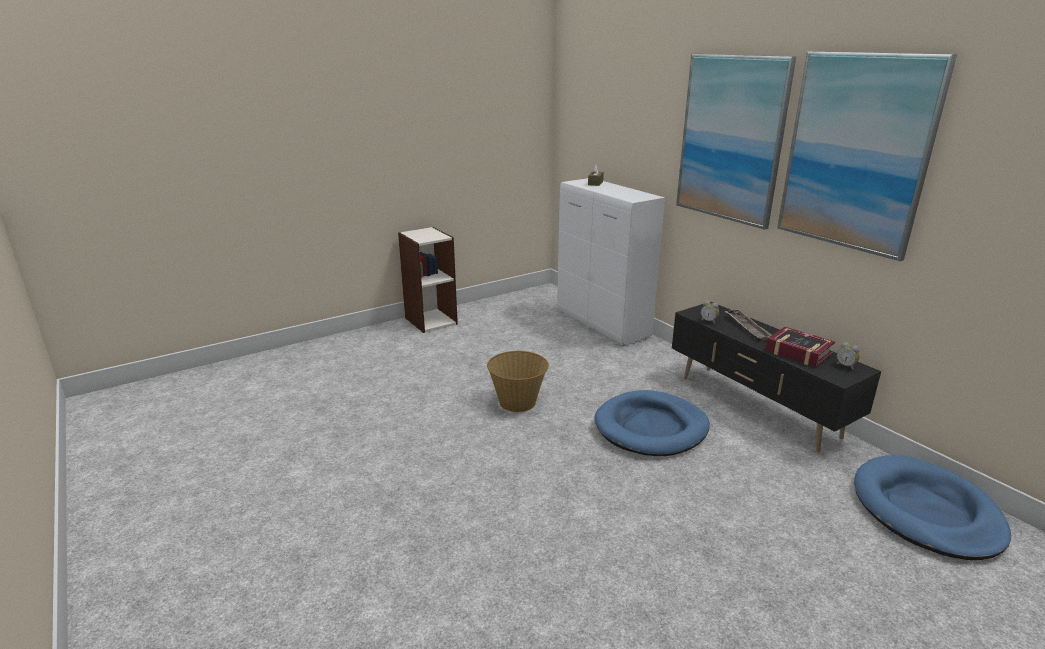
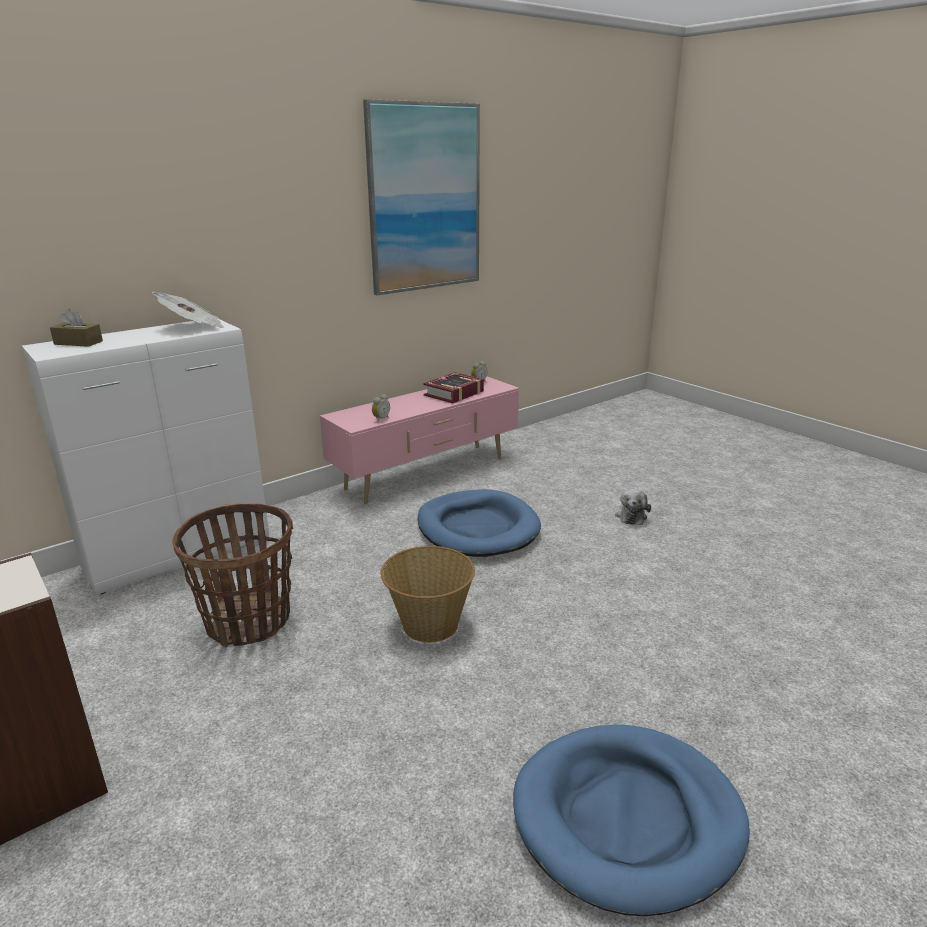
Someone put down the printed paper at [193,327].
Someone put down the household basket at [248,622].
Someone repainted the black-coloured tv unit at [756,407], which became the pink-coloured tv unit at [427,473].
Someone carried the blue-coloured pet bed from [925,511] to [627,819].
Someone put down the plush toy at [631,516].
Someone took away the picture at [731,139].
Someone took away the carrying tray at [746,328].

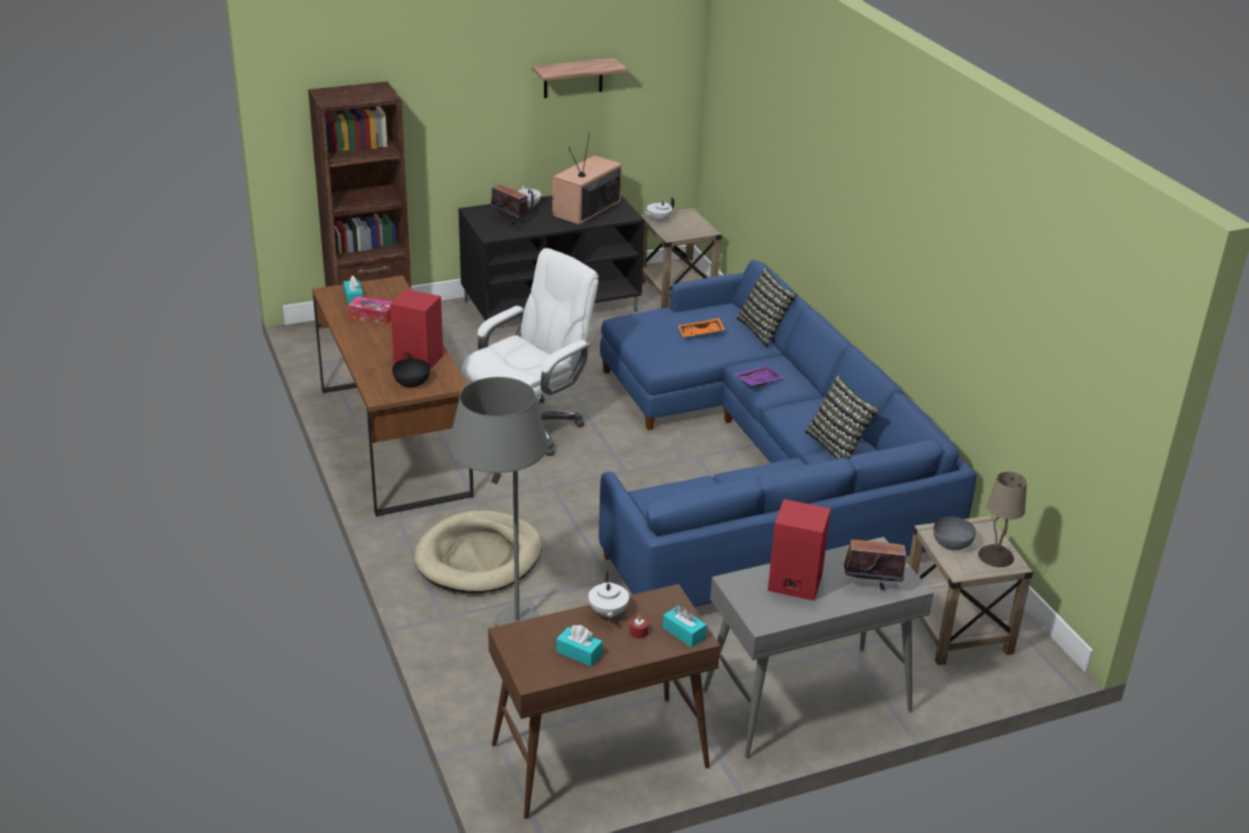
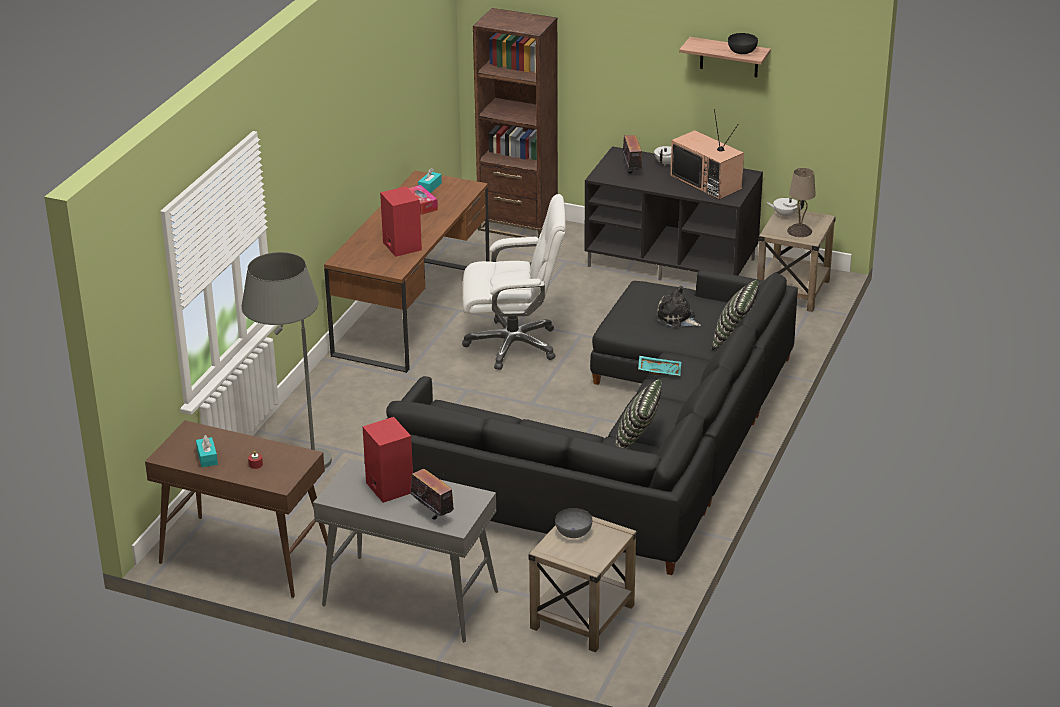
Someone repainted the blue-coloured settee at [760,470], which became the black-coloured settee at [628,448].
Someone repainted the purple carrying tray at [757,381], which became the turquoise carrying tray at [659,370].
Someone swapped the orangey carrying tray at [701,333] for the plush toy at [677,318].
Someone rotated the TV set at [587,209] by 120 degrees counterclockwise.
Someone carried the black-coloured bowl from [412,382] to [742,51].
Someone carried the sand-coloured lamp for a table from [996,555] to [800,231].
Someone took away the sand-coloured pet bed at [479,557].
Someone took away the white pot for tea at [607,613].
Someone took away the turquoise box of tissues at [684,633].

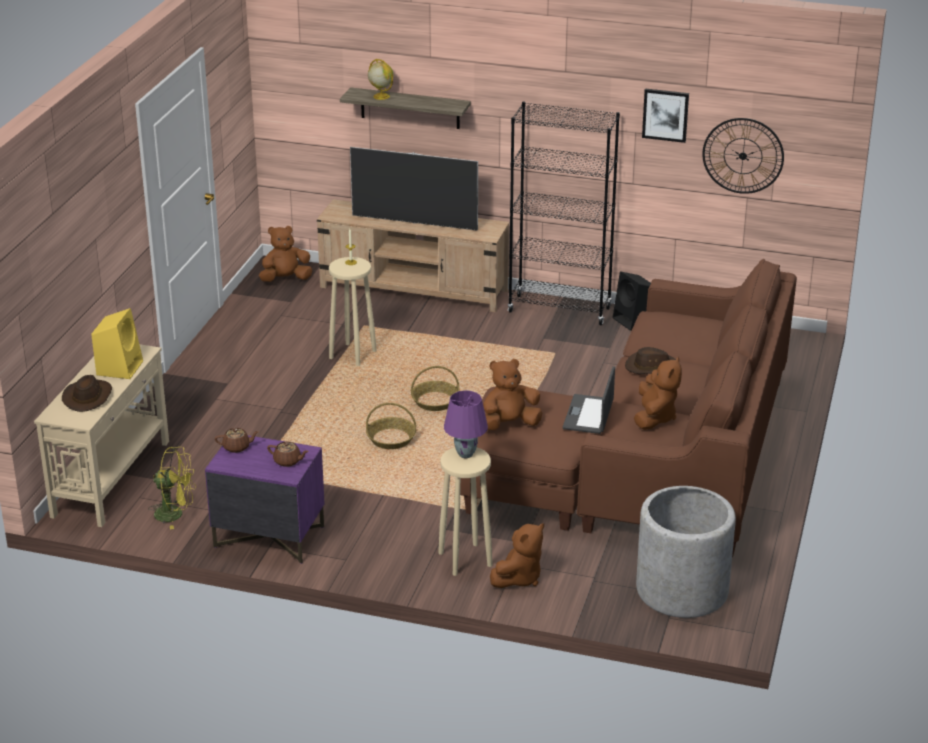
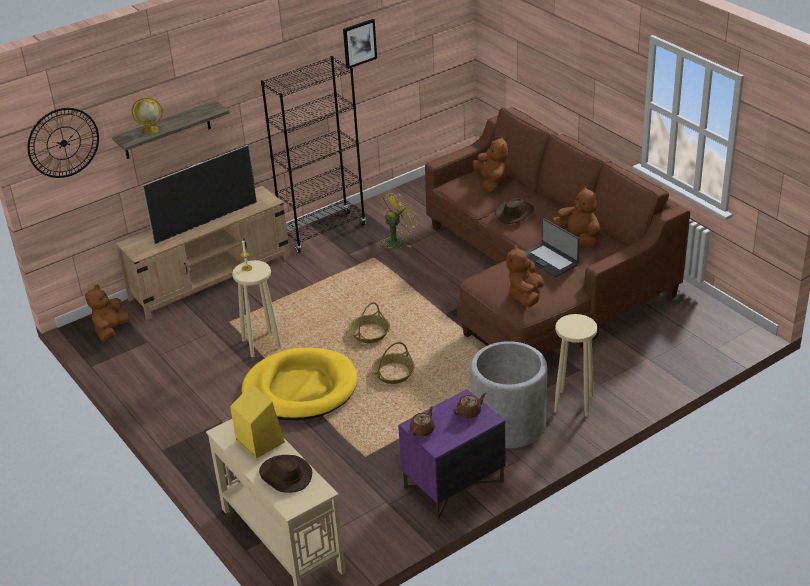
Someone carried the clock on the wall from [743,155] to [63,143].
Someone put down the yellow-coloured pet bed at [300,389].
Someone carried the yellow-coloured fan from [175,514] to [396,241].
Someone carried the gray plant pot from [682,590] to [509,424].
Someone carried the brown-coloured plush toy from [519,578] to [491,183].
Someone took away the purple lamp for a table at [466,454].
Someone took away the black-coloured speaker at [634,321].

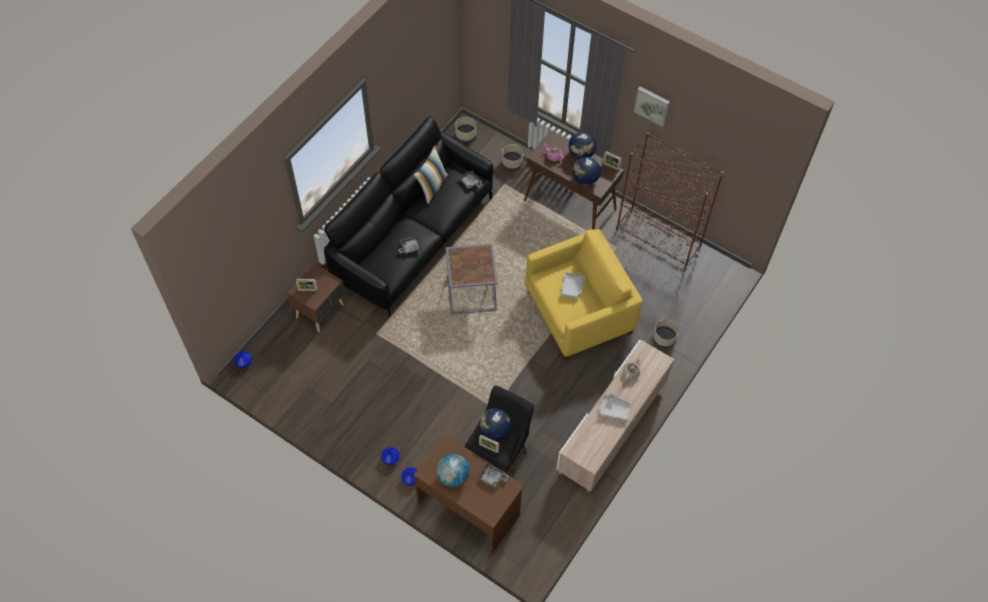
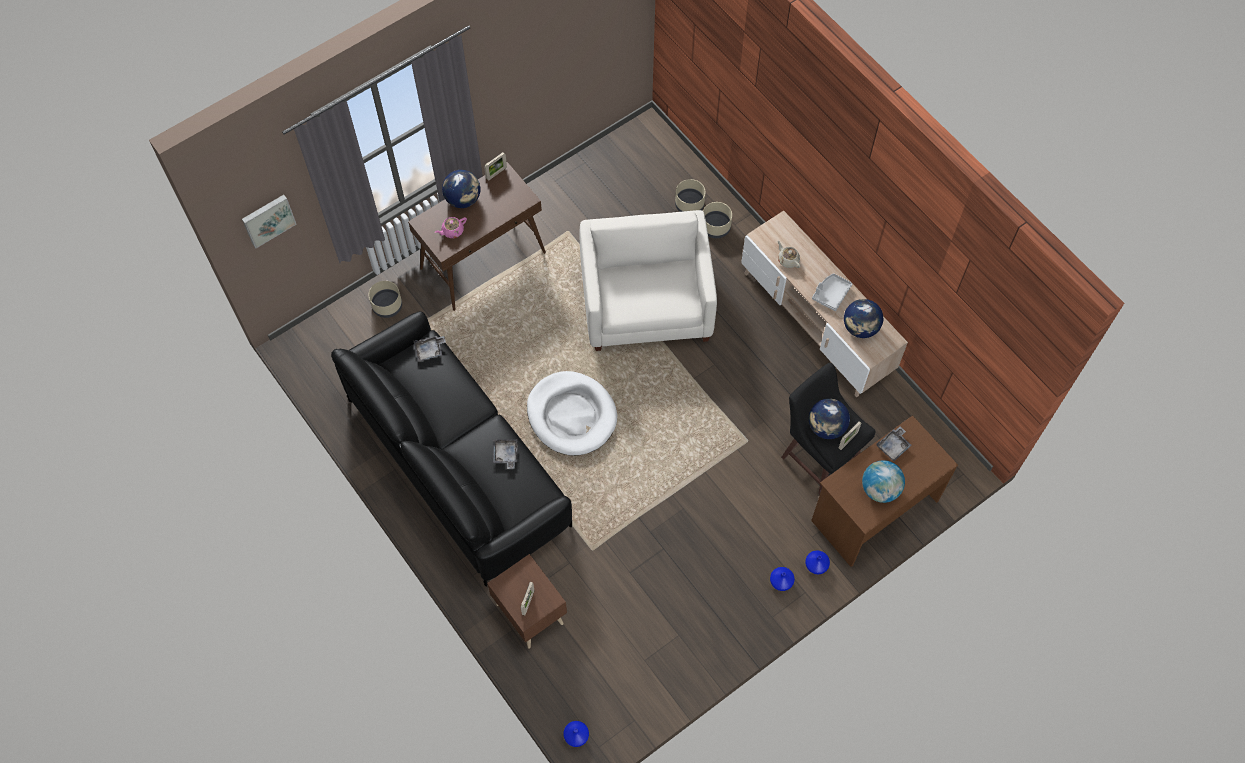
Someone carried the picture from [652,105] to [268,219].
Someone swapped the gray end table at [472,292] for the white pet bed at [571,415].
Someone repainted the yellow-coloured lounge chair at [578,312], which became the white lounge chair at [646,304].
Someone carried the sand-coloured plant pot from [466,136] to [689,204].
Someone carried the desk globe from [585,179] to [860,328].
Someone took away the cushion at [432,186].
Someone took away the gray carrying tray at [572,287].
Someone took away the brown-coloured bookcase at [658,238].

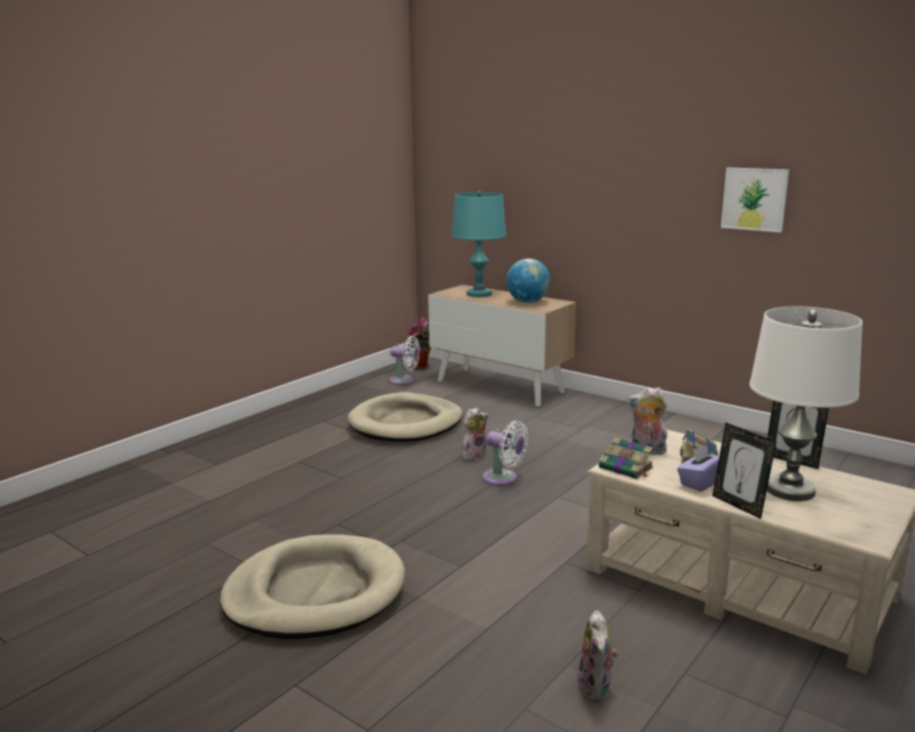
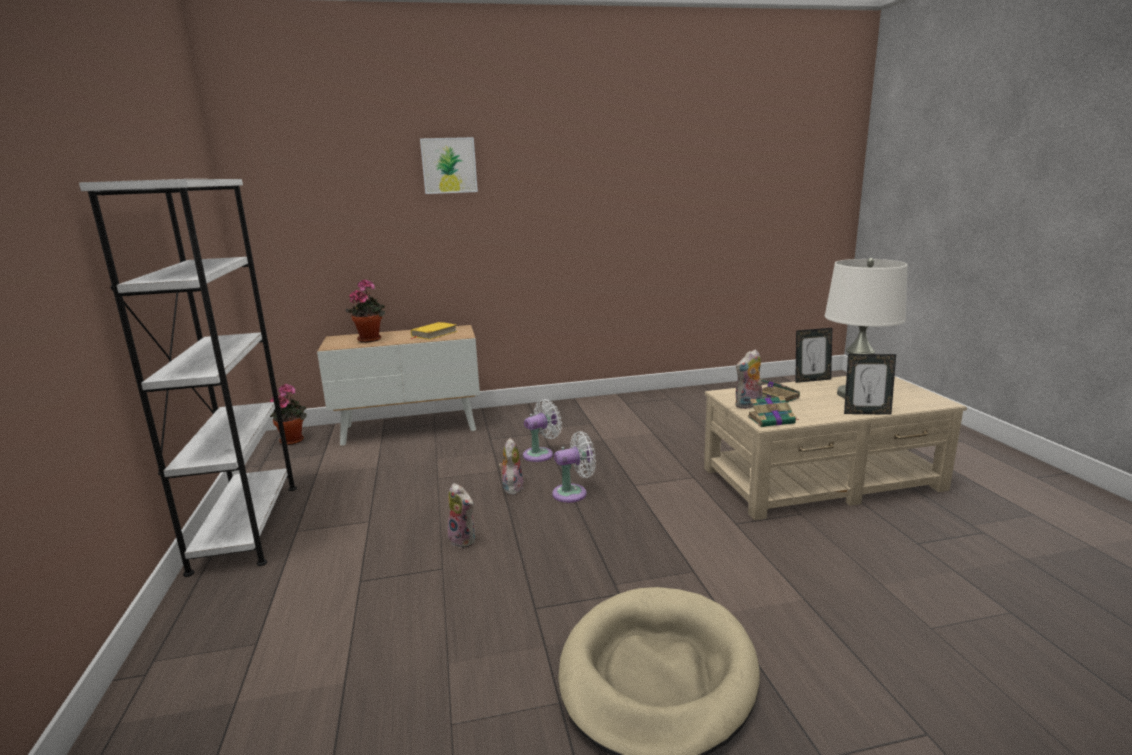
Someone put down the white bookcase at [246,526].
Someone swapped the turquoise lamp for a table at [479,294] for the plant in a pot at [371,339].
Someone swapped the desk globe at [527,302] for the yellow-coloured bound book at [434,334].
Someone carried the picture from [754,199] to [449,165].
Someone carried the plush toy from [596,689] to [464,540].
Someone carried the white fan from [404,381] to [541,454].
Someone took away the sand-coloured pet bed at [406,423].
Someone took away the purple box of tissues at [700,482].

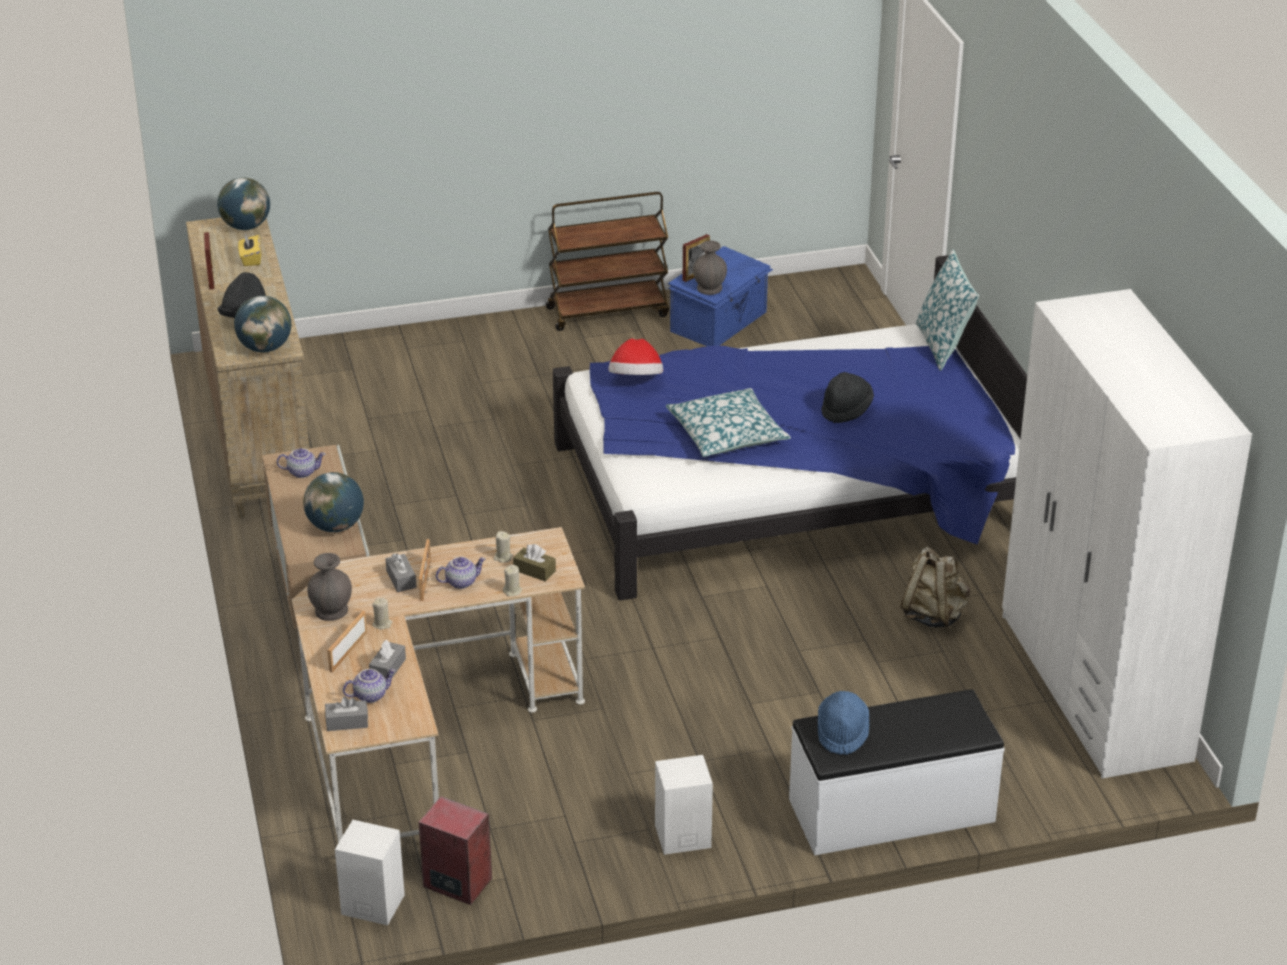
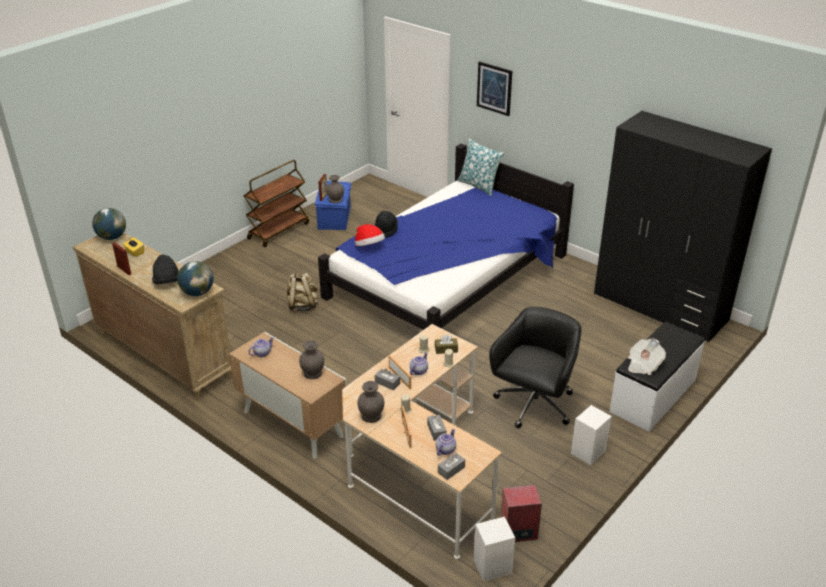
Someone carried the sand-coloured rucksack from [933,615] to [302,306].
Someone swapped the desk globe at [336,526] for the gray vase at [313,372].
Someone carried the black-coloured wearable hat from [846,410] to [386,230].
Someone put up the picture at [494,88].
Someone put down the black-coloured computer chair at [533,405].
Someone repainted the white wardrobe at [1094,687], which became the black-coloured wardrobe at [660,307].
Someone swapped the blue-coloured wearable hat at [842,733] for the printed paper at [643,365].
Someone took away the cushion at [727,434].

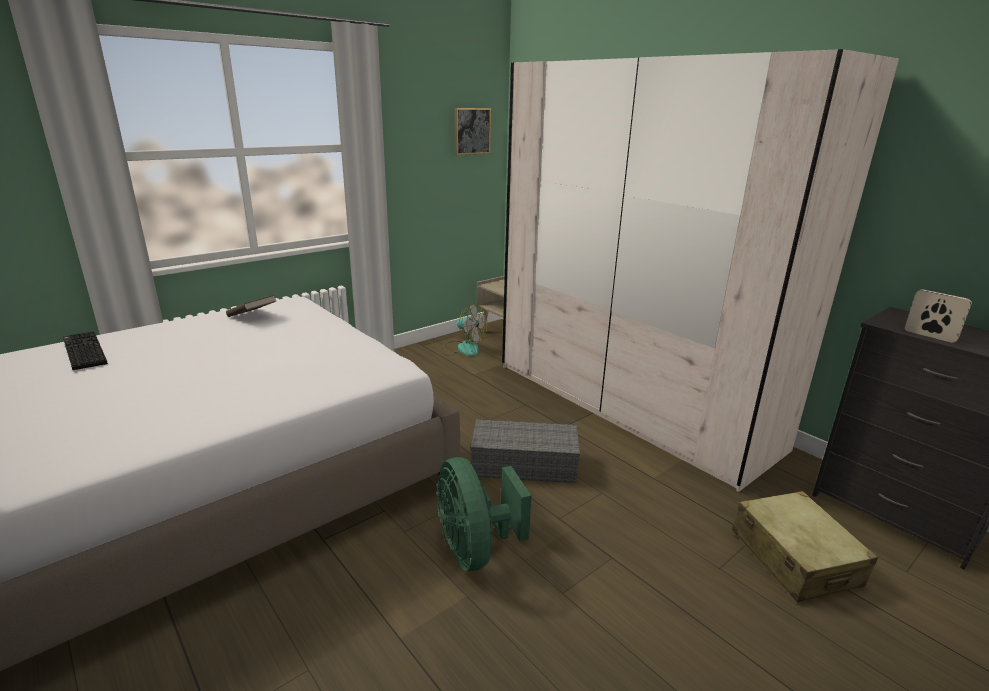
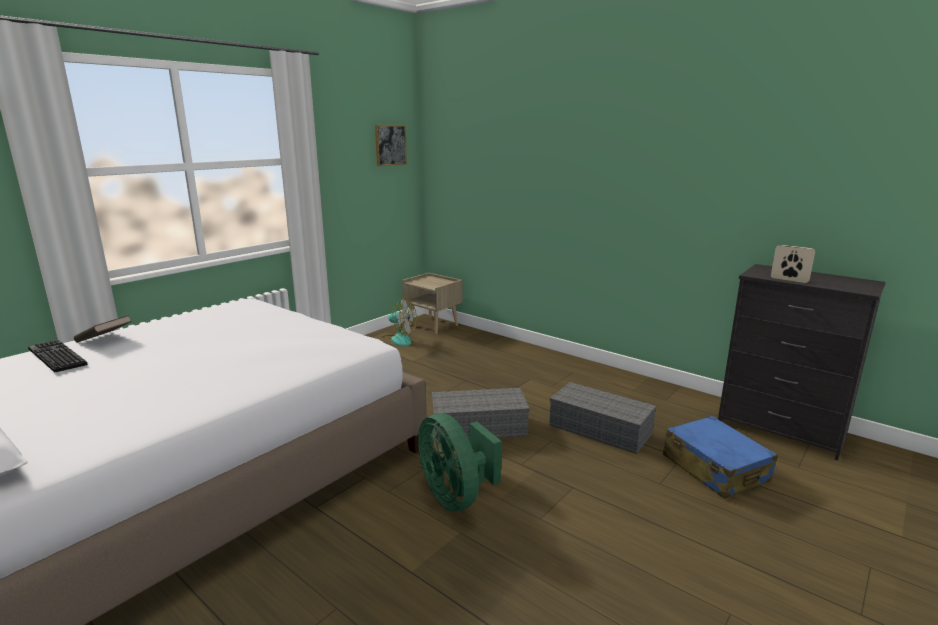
Someone carried the brown-coloured bound book from [252,317] to [105,340].
Someone put down the gray storage box at [601,429].
Someone repainted the sand-coloured travel case at [794,558], which became the blue-coloured travel case at [715,469].
Someone took away the sand-coloured wardrobe at [629,404].

